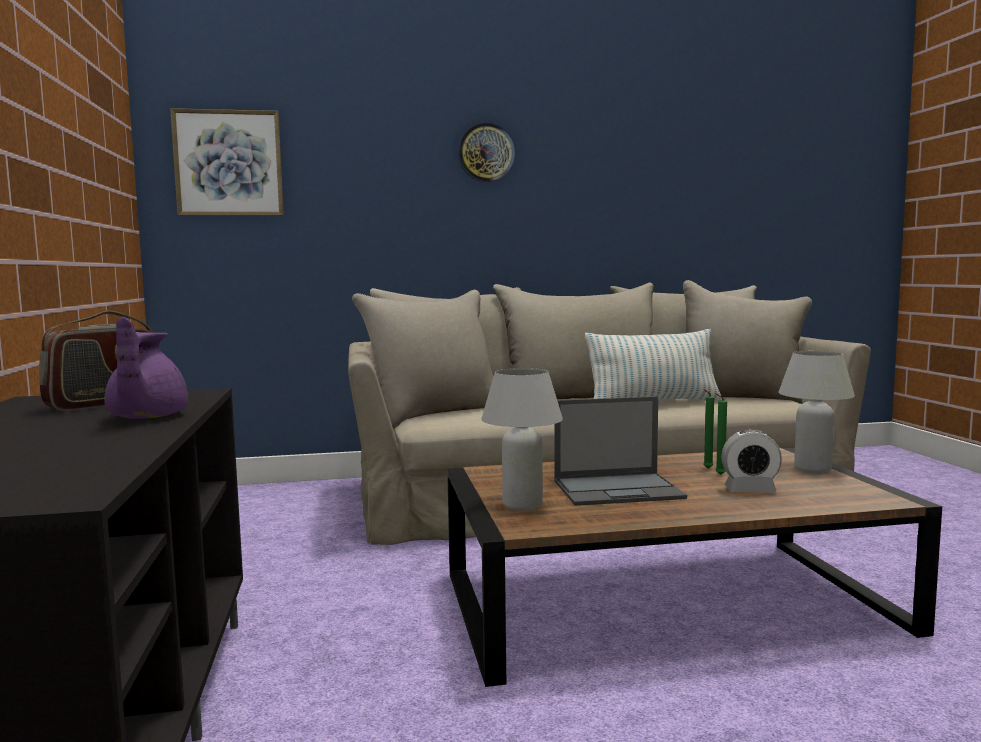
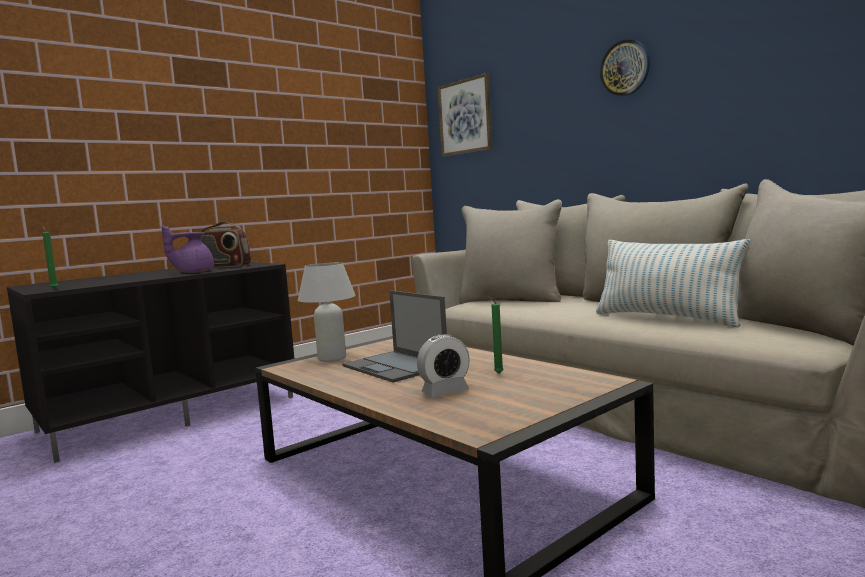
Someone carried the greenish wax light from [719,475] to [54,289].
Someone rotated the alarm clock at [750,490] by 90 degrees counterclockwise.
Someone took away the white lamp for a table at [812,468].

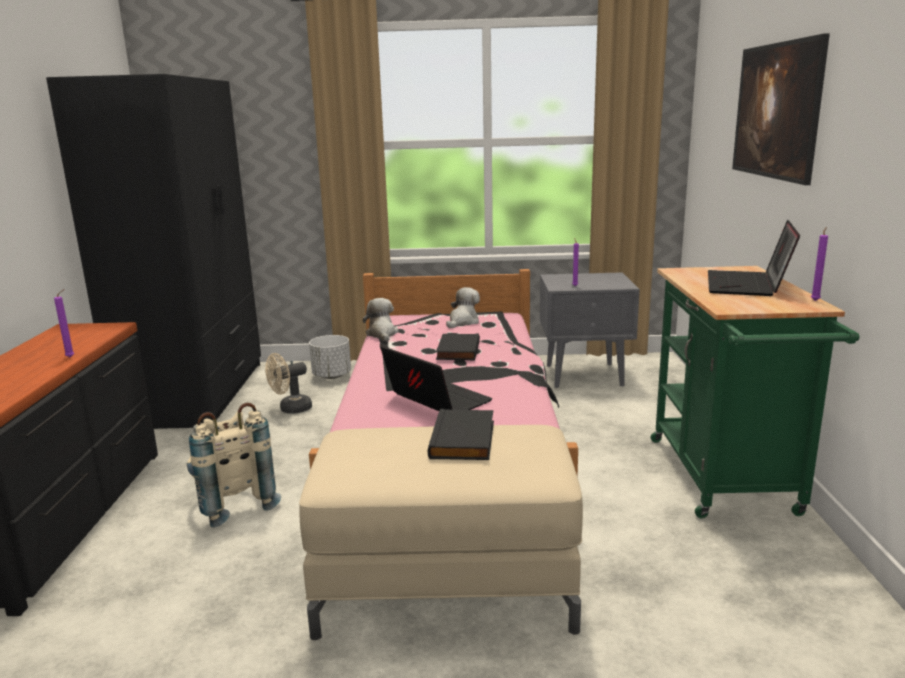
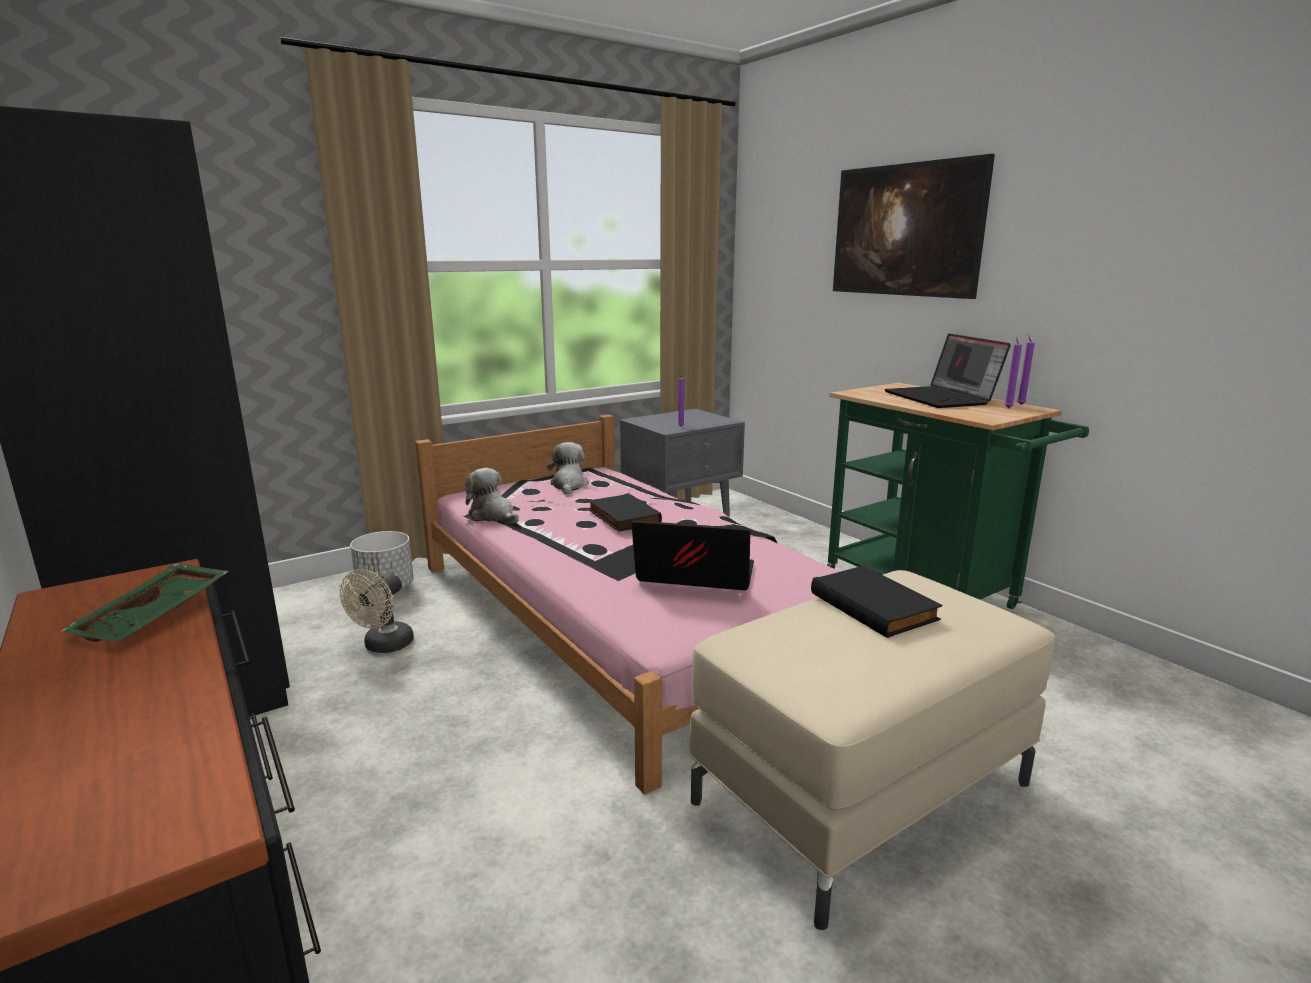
Someone put down the greenish carrying tray at [156,617].
Someone carried the purple wax light from [71,357] to [1008,408].
Someone took away the sand-coloured rucksack at [232,504].

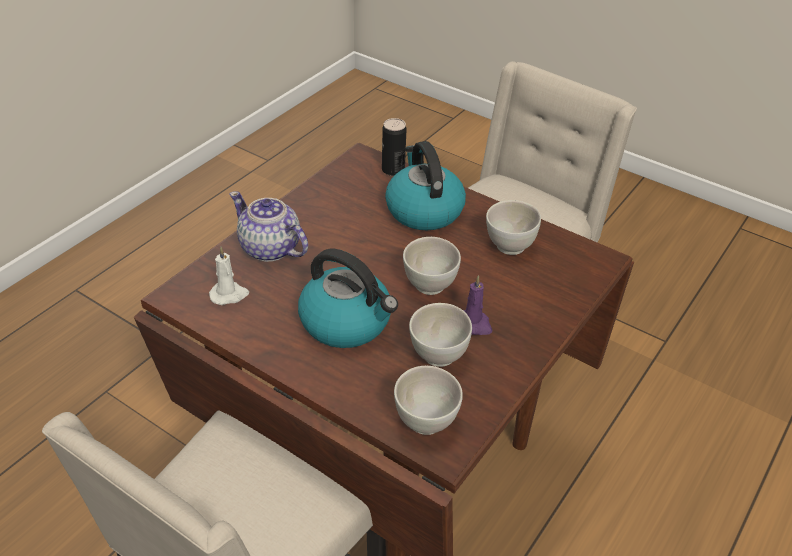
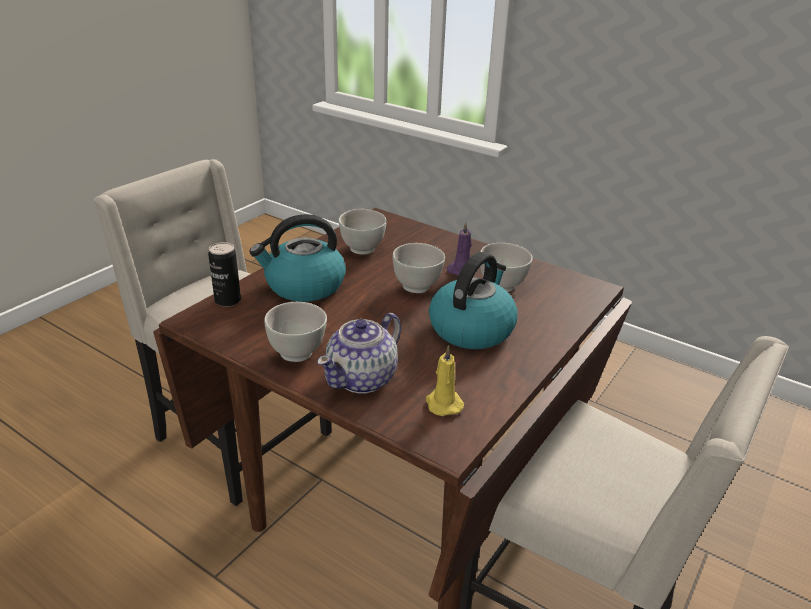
Someone carried the white bowl from [425,422] to [298,353].
Someone repainted the white wax light at [229,295], which became the yellow-coloured wax light at [443,403].

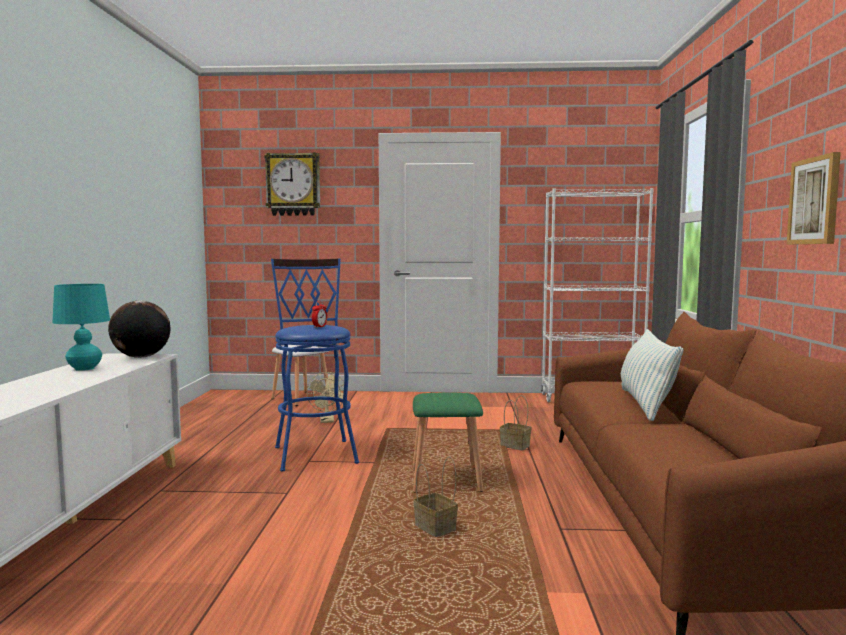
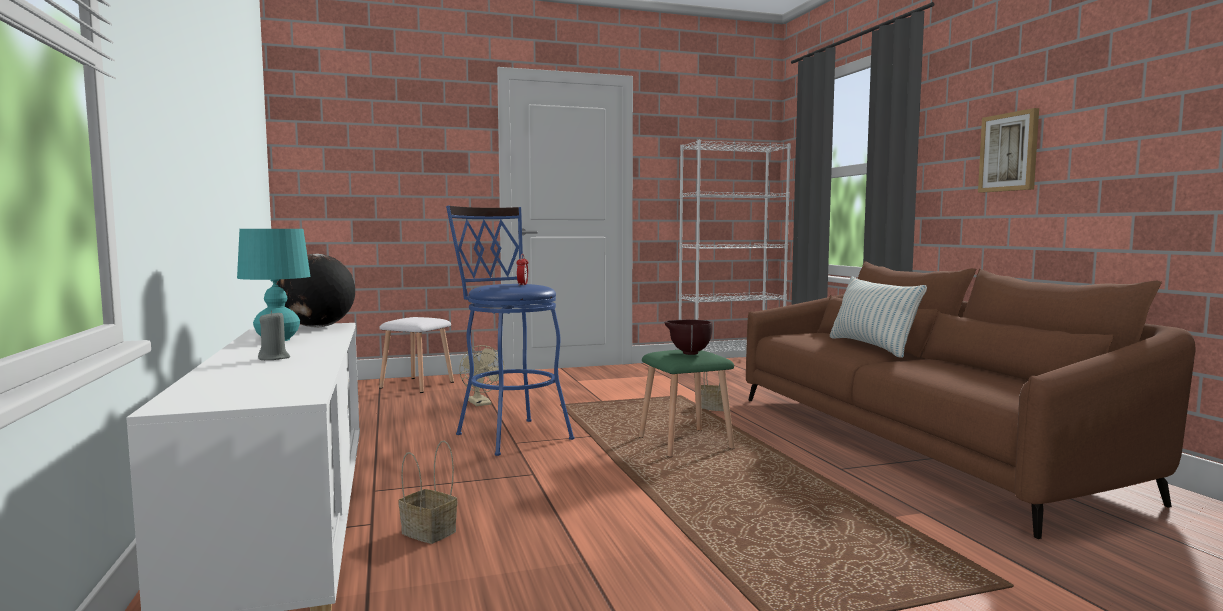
Someone put down the gray wax light at [274,358].
Someone carried the household basket from [436,528] to [430,532].
Someone put down the brown-coloured bowl at [688,353].
Someone took away the clock on the wall at [293,184].

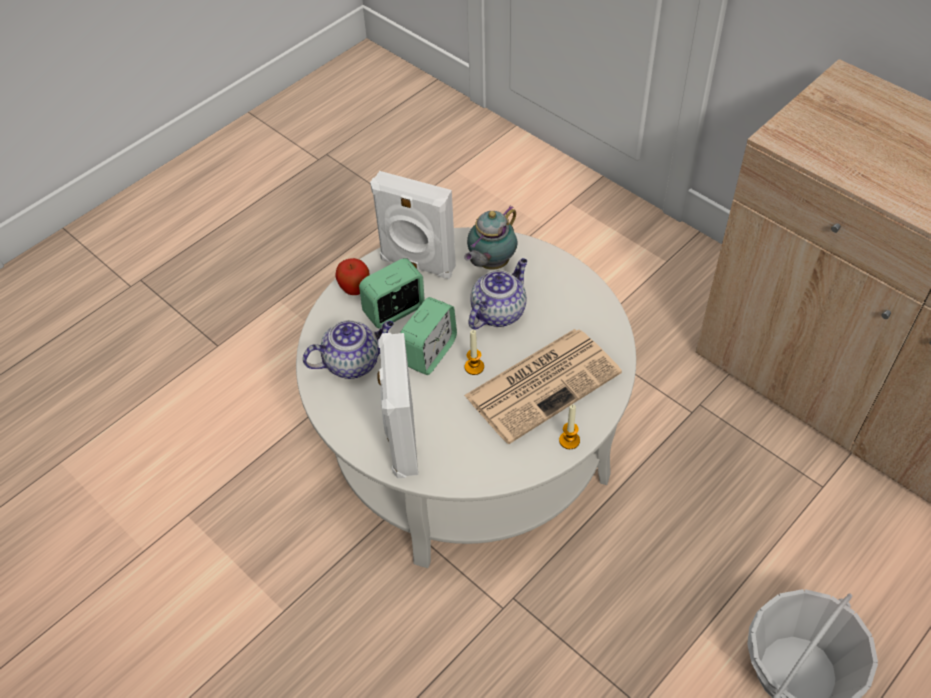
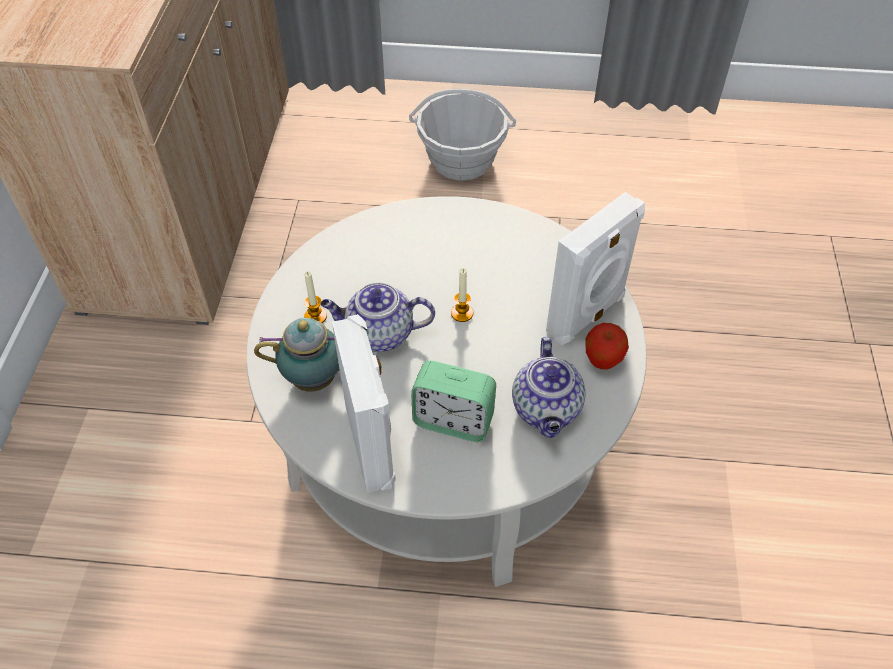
Someone carried the wax light from [569,440] to [315,316].
Someone rotated the pot for tea at [353,362] by 120 degrees counterclockwise.
Someone carried the whole apple from [355,290] to [602,361].
Someone took away the alarm clock at [430,353].
Someone took away the printed paper at [544,383].

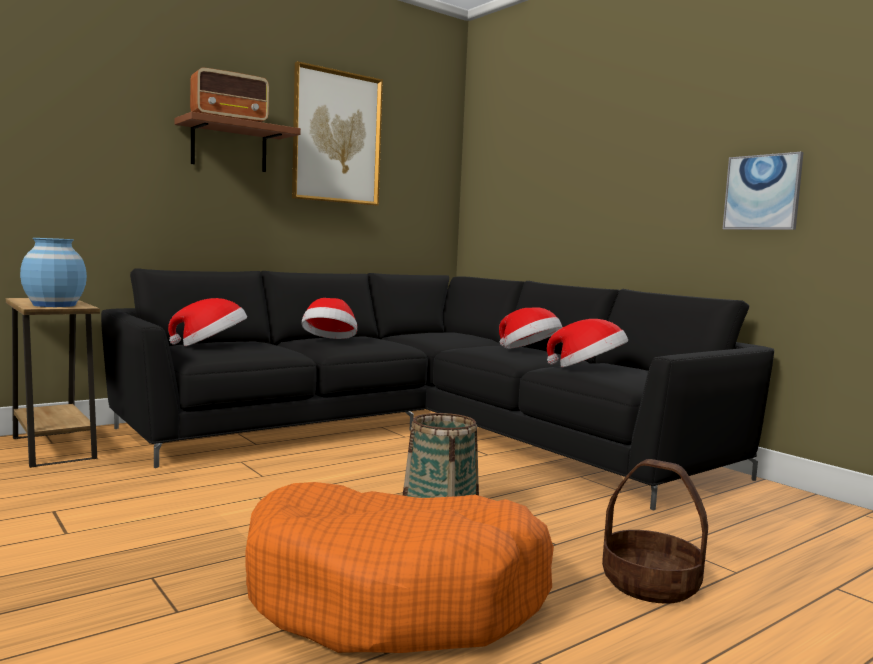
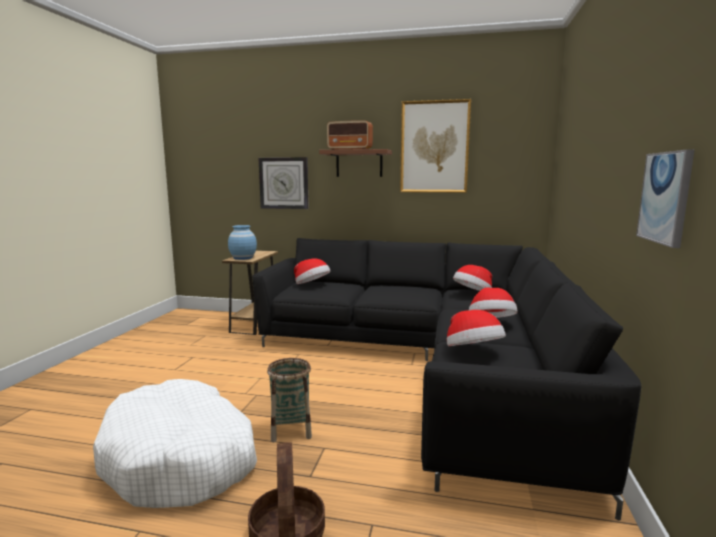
Someone repainted the orangey pet bed at [395,597], which became the white pet bed at [181,459].
Someone put up the clock on the wall at [284,183].
Someone carried the wearable hat from [330,341] to [473,294].

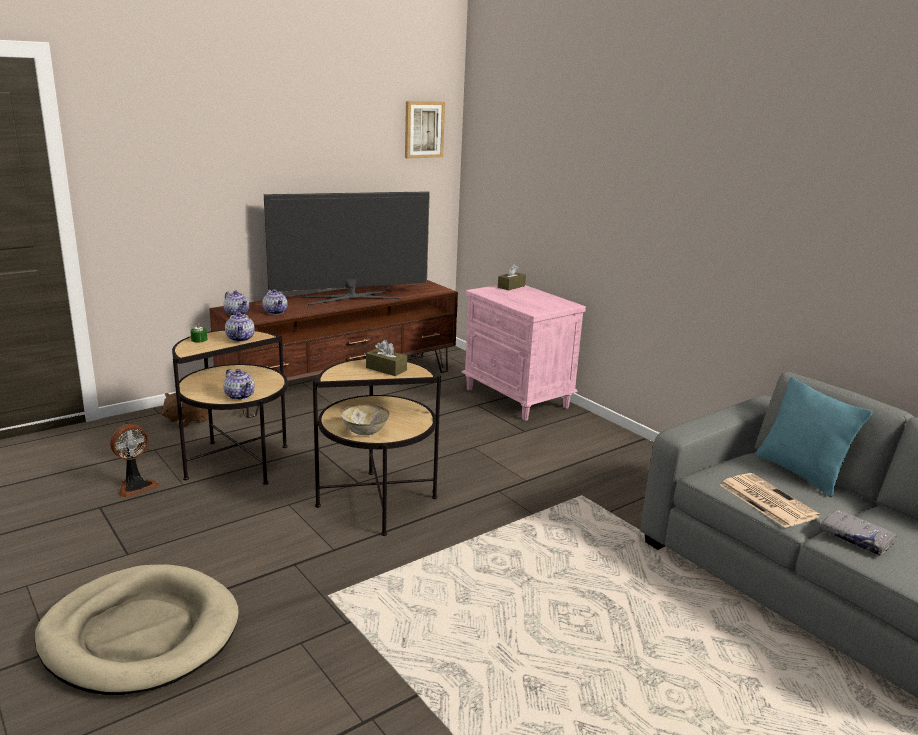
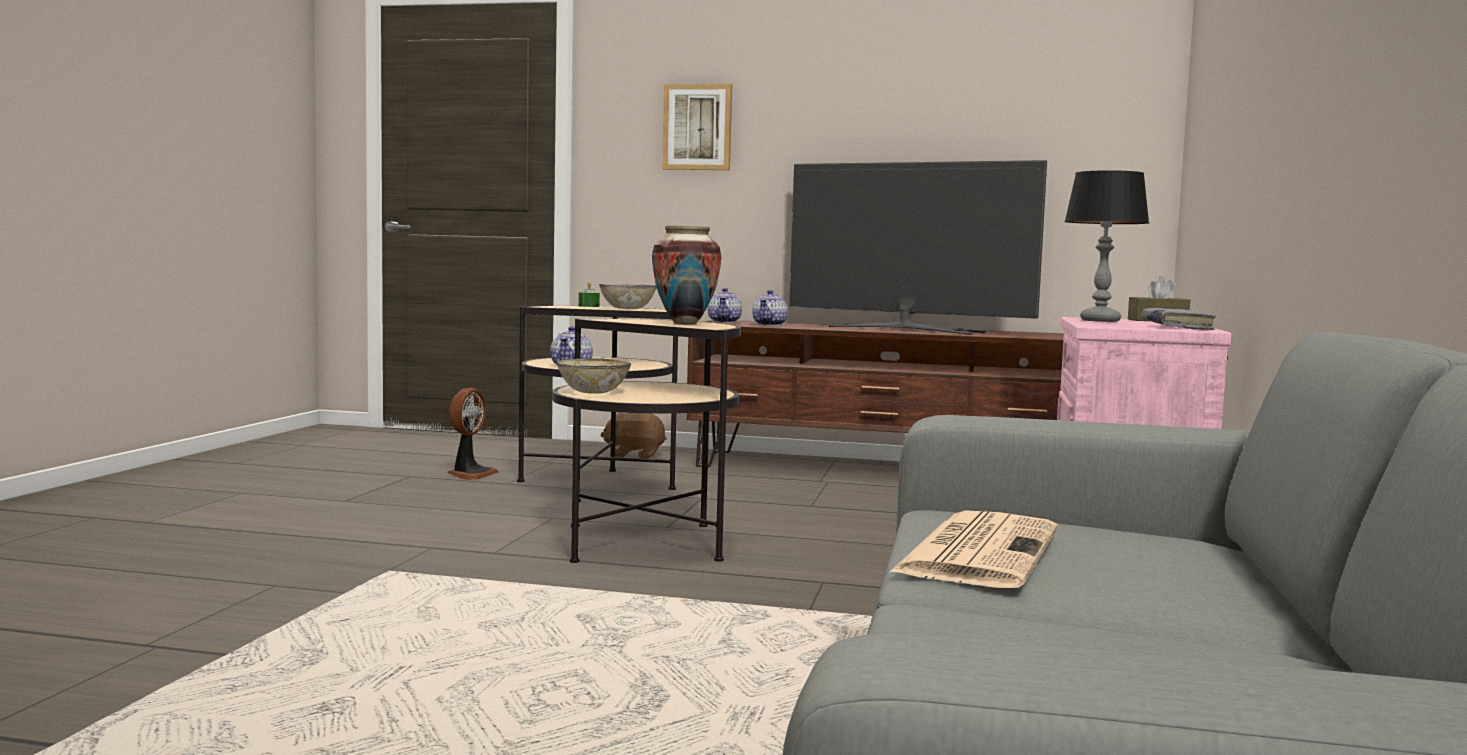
Someone rotated the fan at [135,486] by 75 degrees counterclockwise.
Someone swapped the pot for tea at [241,338] for the bowl at [628,309].
Someone swapped the brown-coloured box of tissues at [386,369] for the vase at [685,323].
Someone carried the picture from [423,129] to [697,127].
Someone put down the lamp for a table at [1100,320].
Someone carried the gray bound book from [855,538] to [1177,327].
Someone took away the sand-coloured pet bed at [140,634].
Someone took away the turquoise cushion at [800,473].

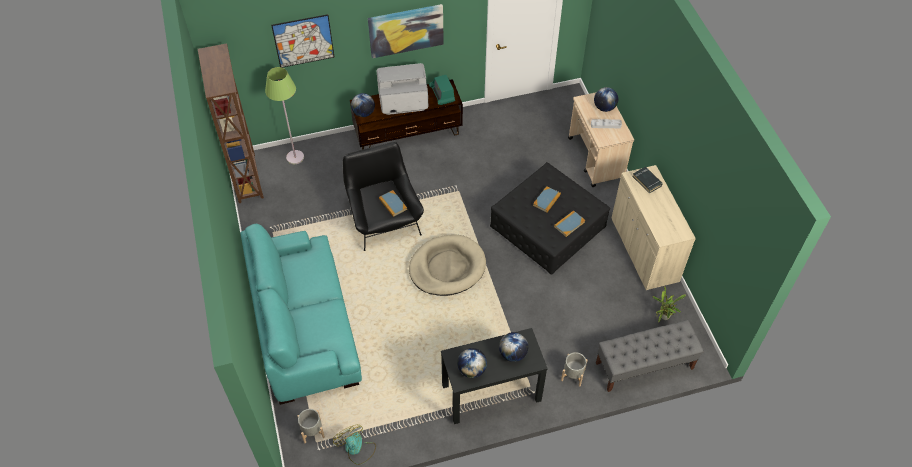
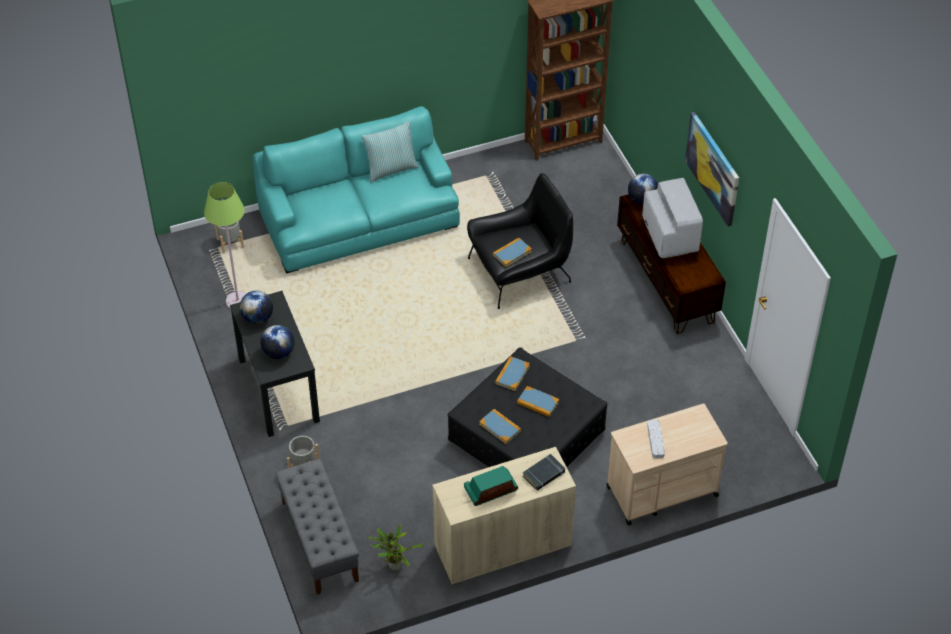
Someone carried the greenish floor lamp from [295,157] to [238,301].
Someone put down the cushion at [391,169].
Someone carried the radio receiver from [442,94] to [490,490].
Someone put down the bound book at [512,375].
Someone took away the picture at [303,41].
Someone took away the fan at [356,449].
Someone took away the sand-coloured pet bed at [447,267].
Someone took away the desk globe at [604,108].

